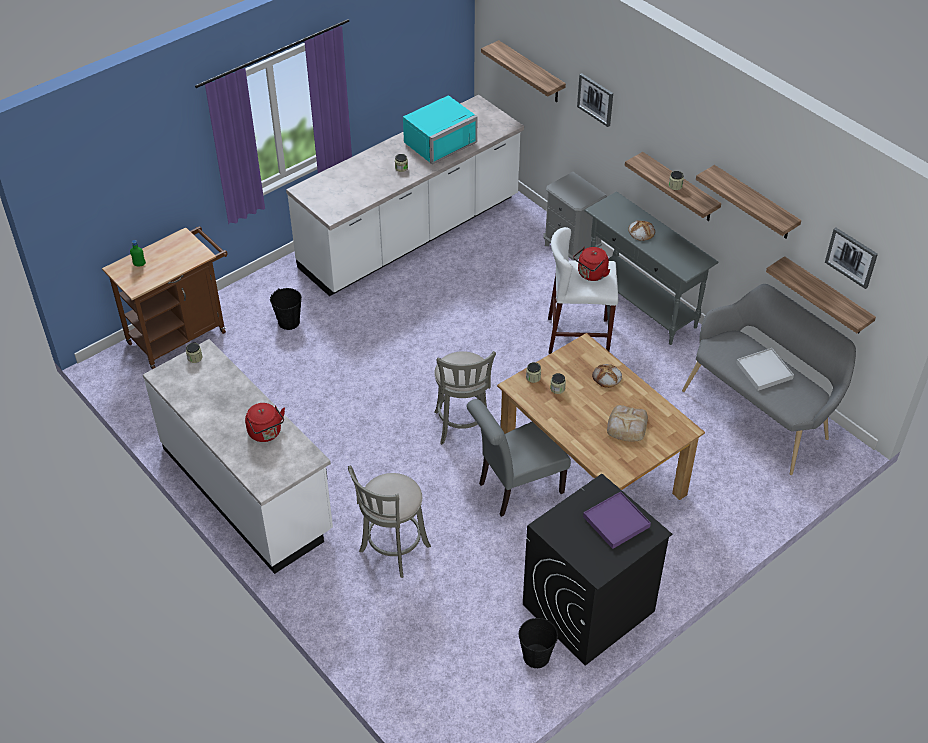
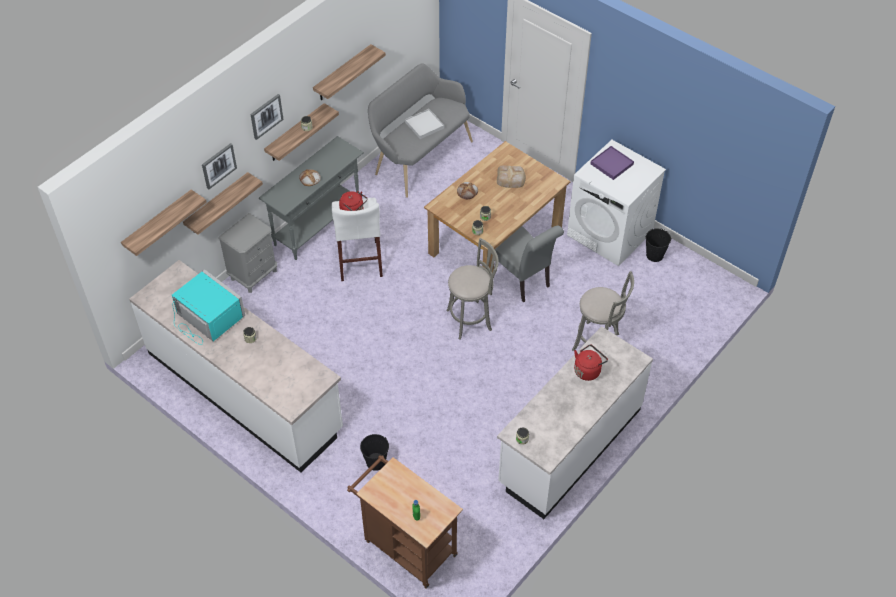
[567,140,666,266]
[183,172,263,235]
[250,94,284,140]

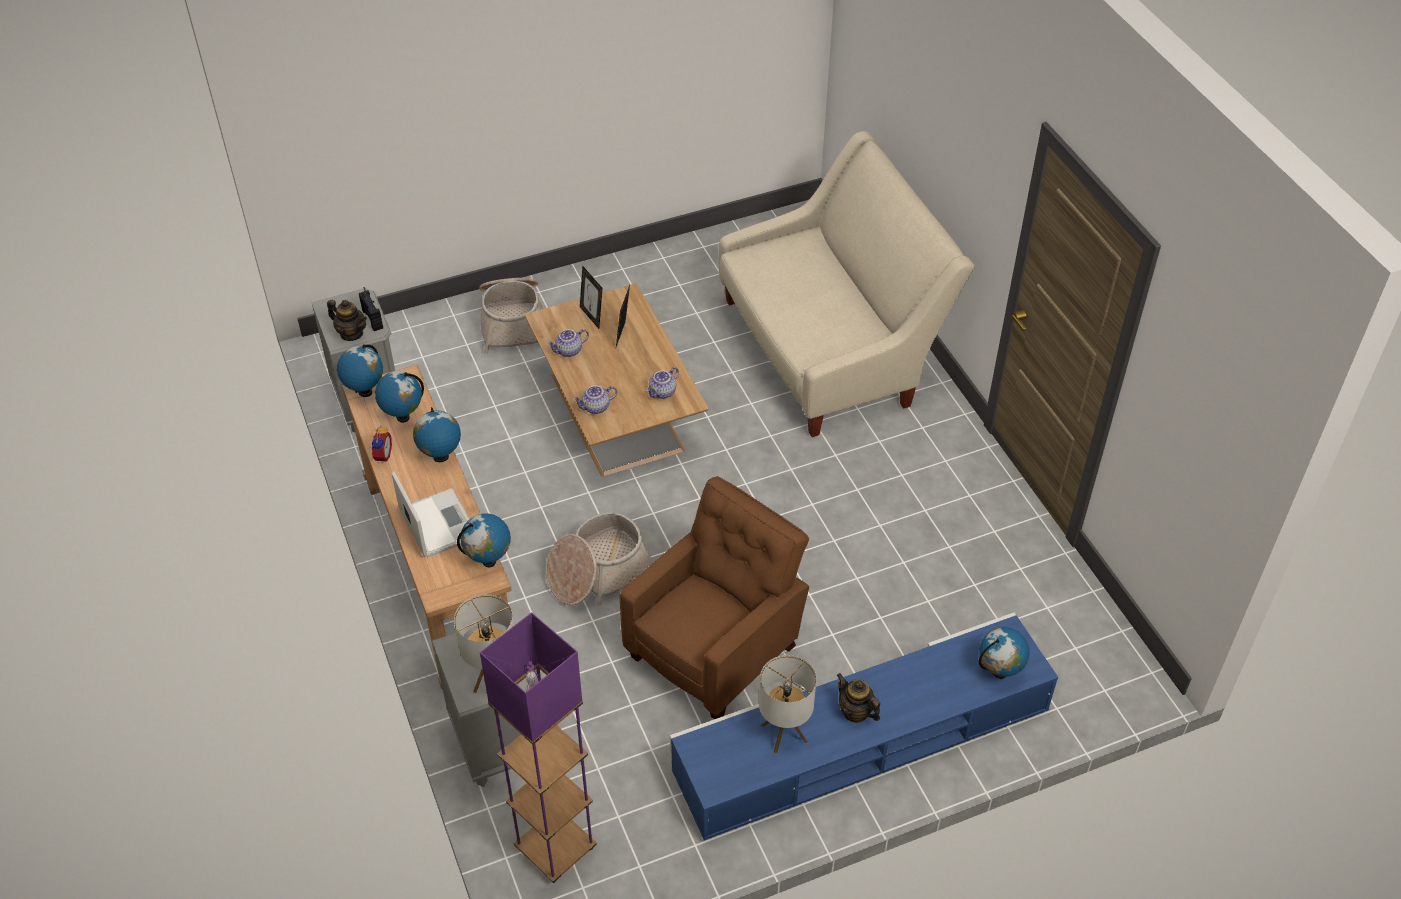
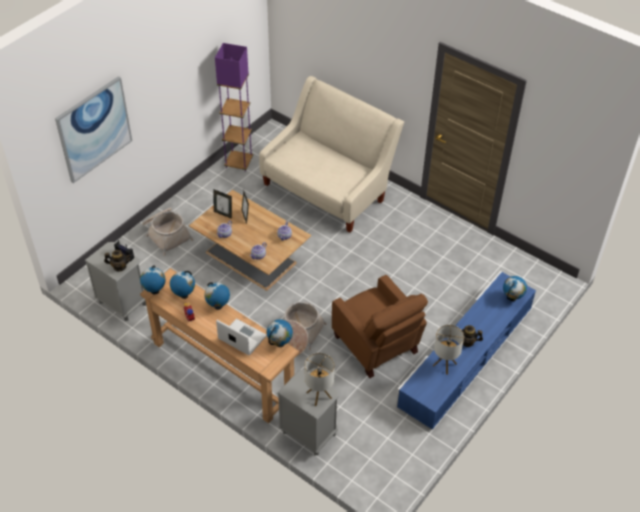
[215,43,253,172]
[332,275,428,378]
[55,76,132,183]

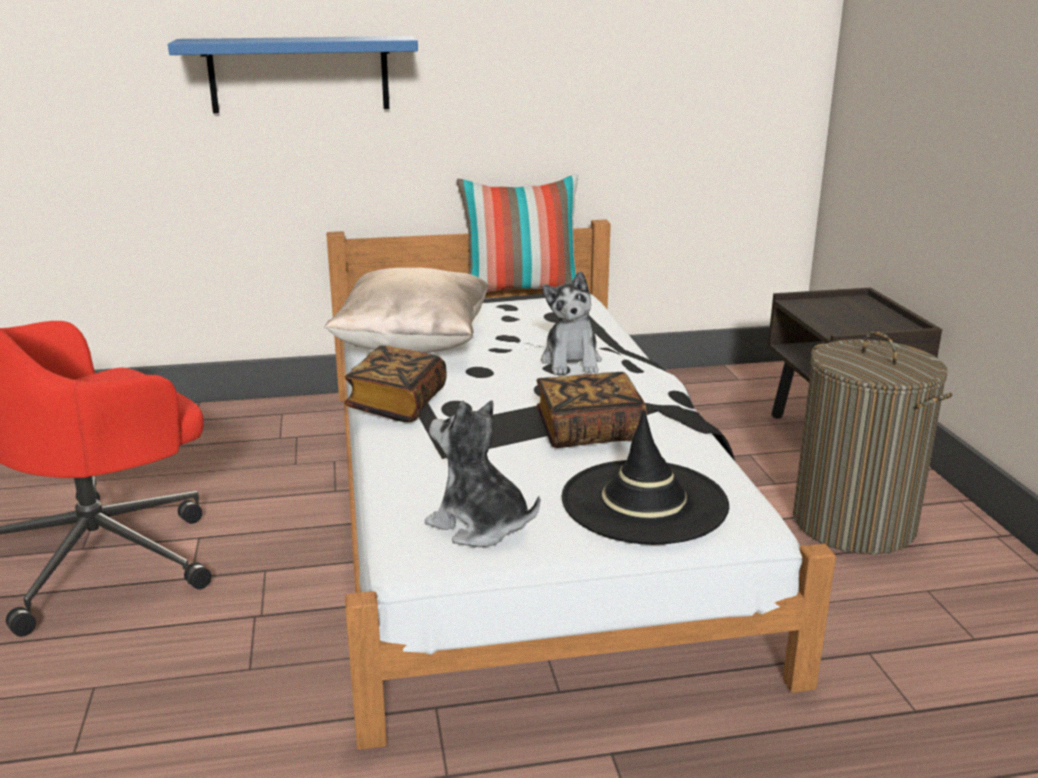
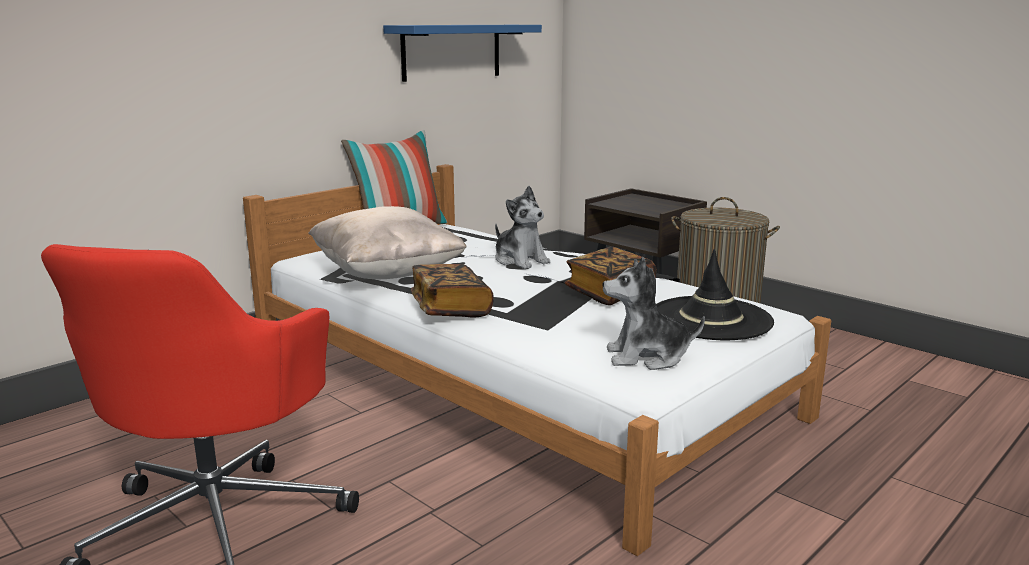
[383,25,542,82]

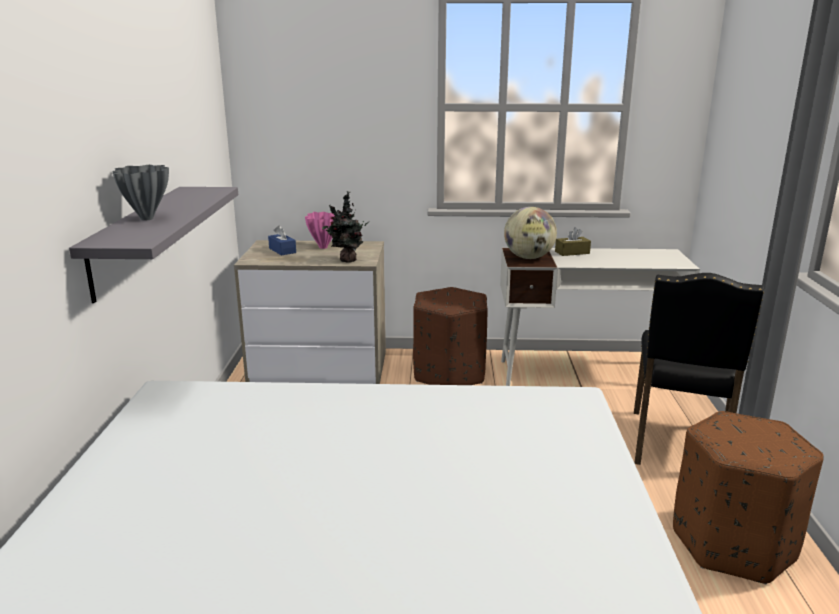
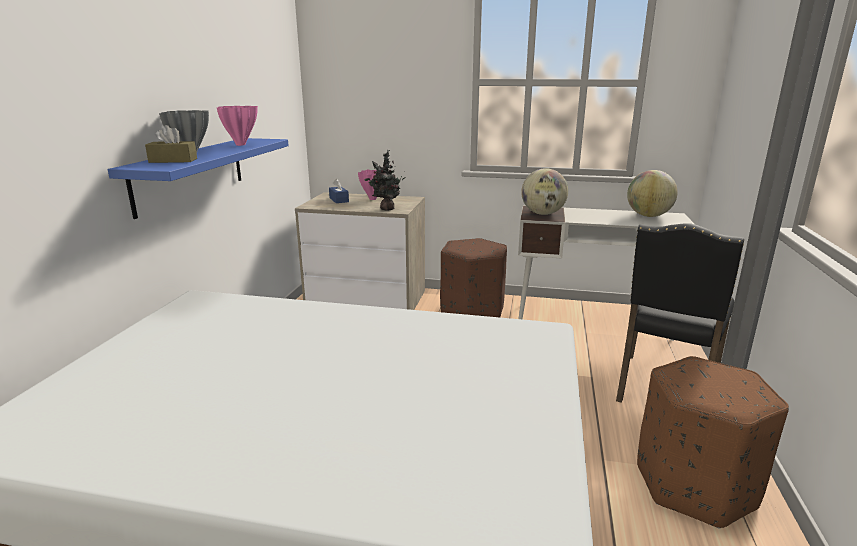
[108,138,289,219]
[145,125,197,163]
[217,106,258,146]
[627,170,678,217]

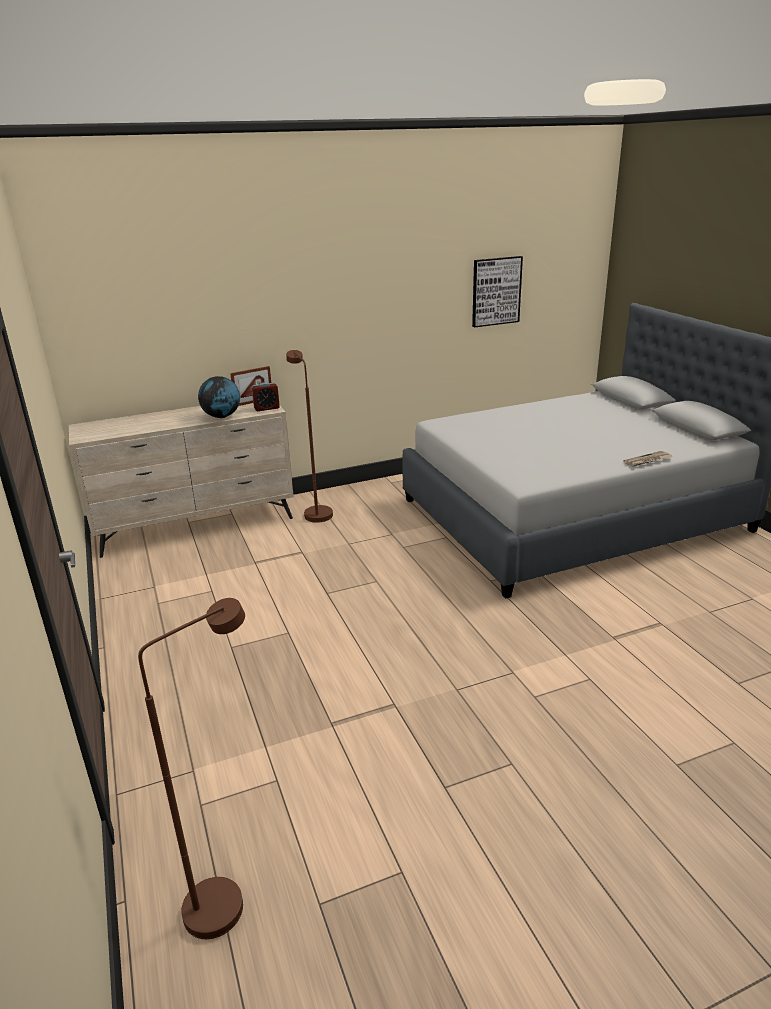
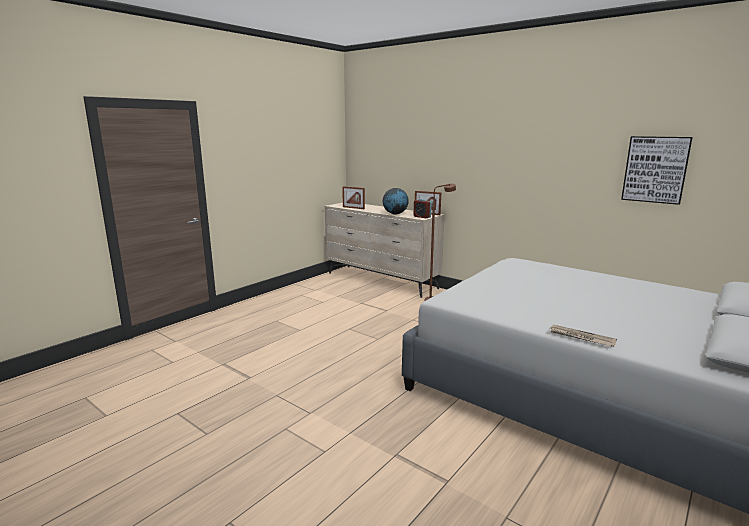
[138,598,245,939] (first image)
[342,186,365,209]

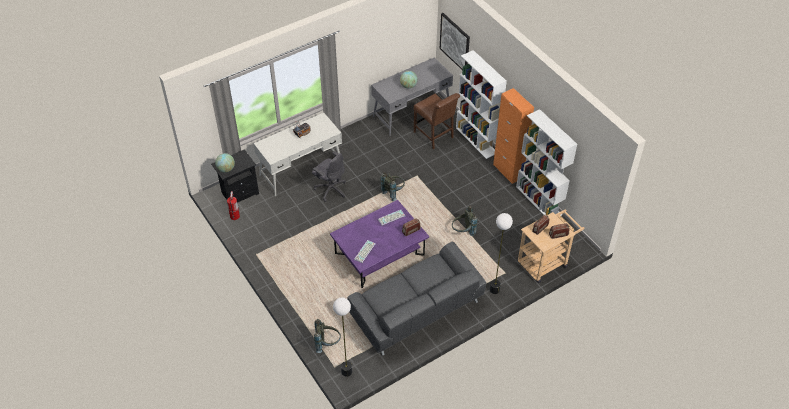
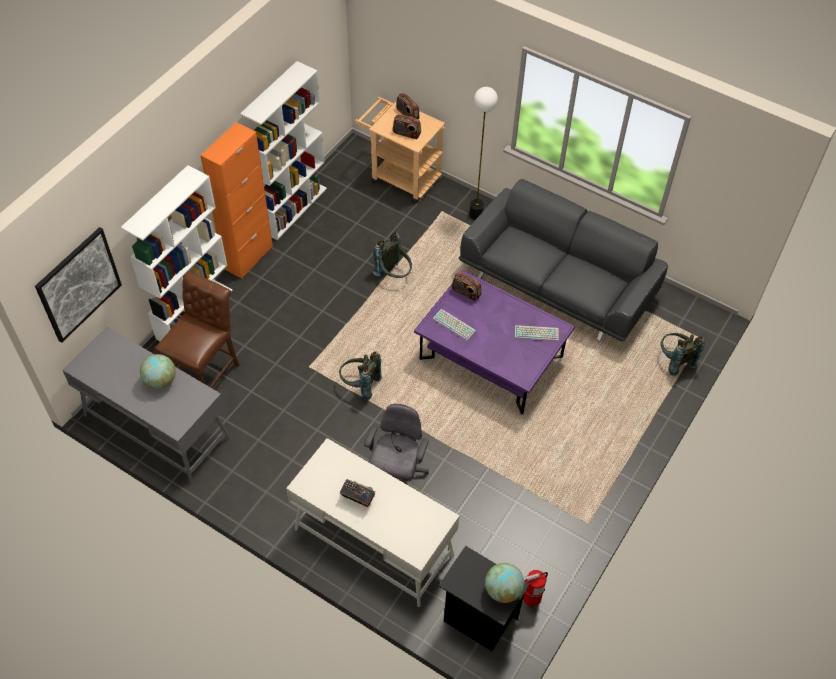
[333,297,352,377] (first image)

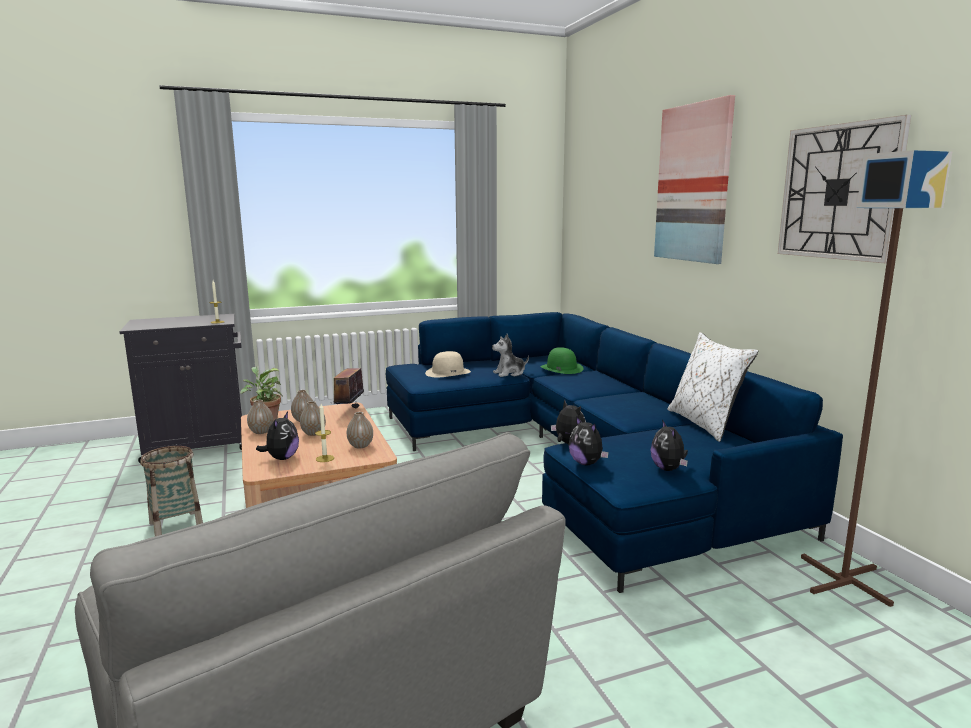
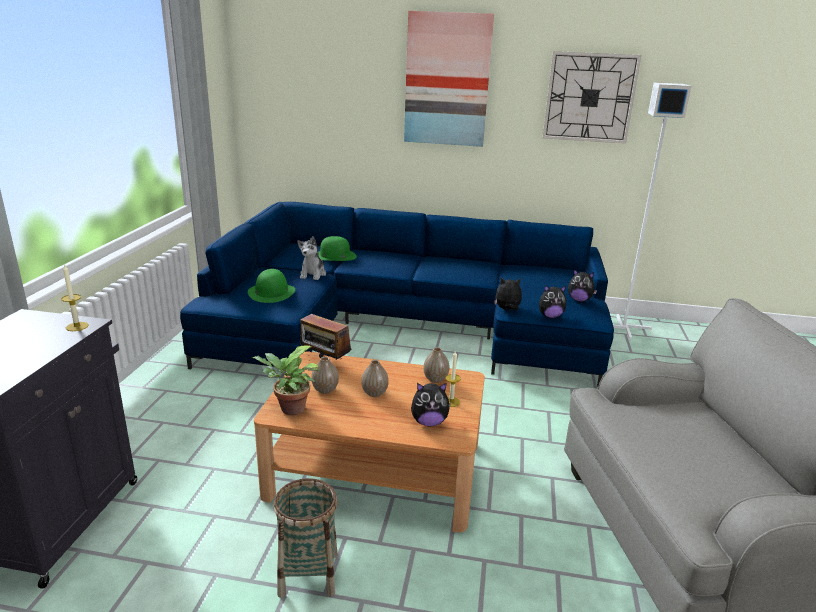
[247,400,273,434] (first image)
[411,383,451,426]
[248,269,295,303]
[668,332,758,442] (first image)
[613,82,691,340]

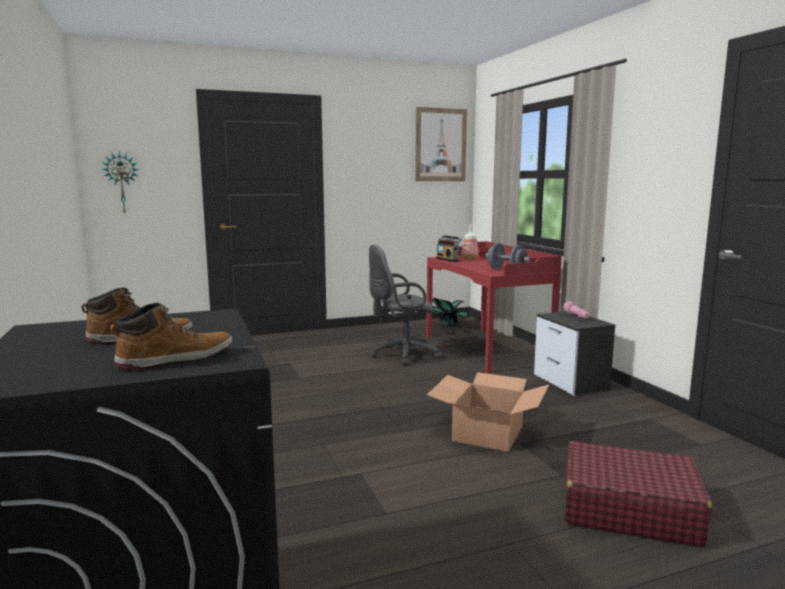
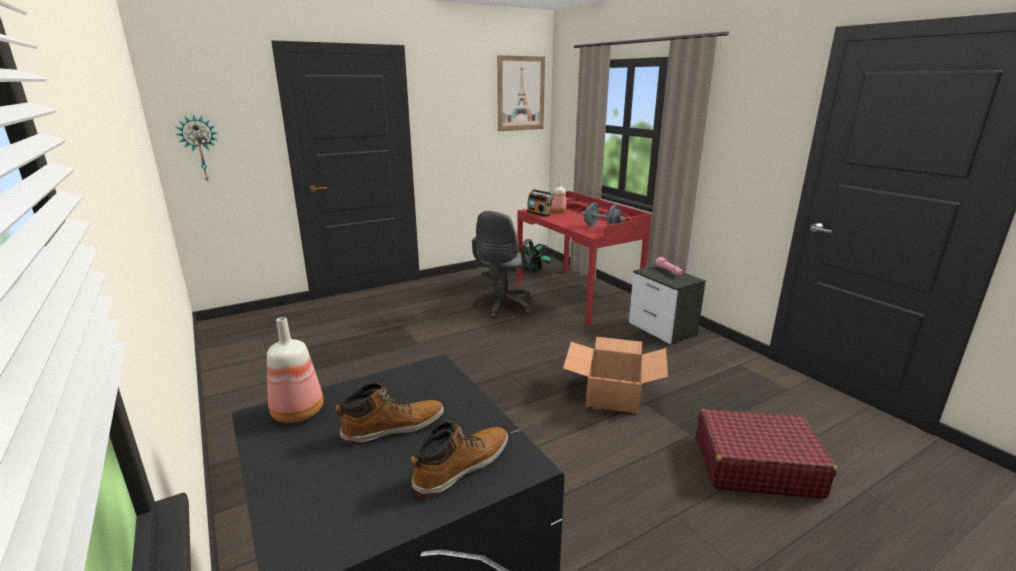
[472,211,534,319]
[267,317,323,423]

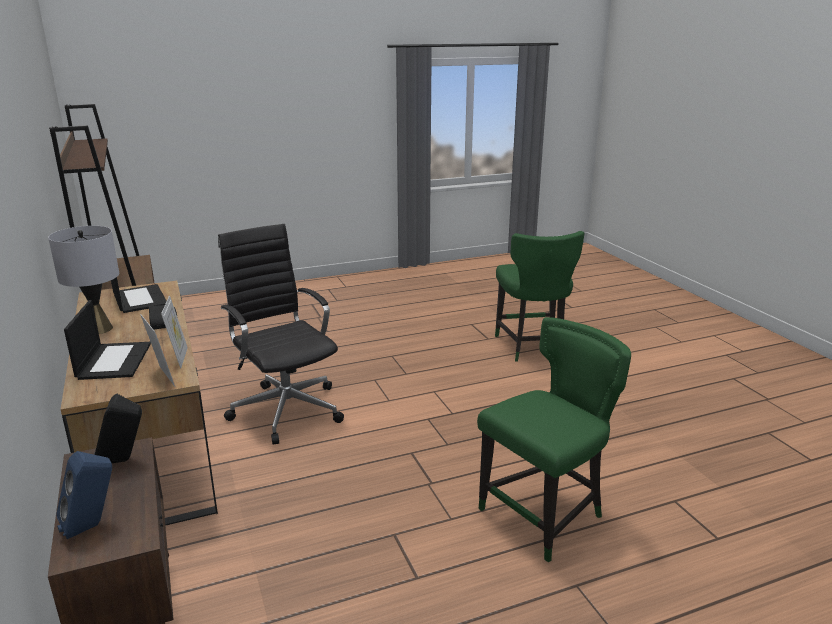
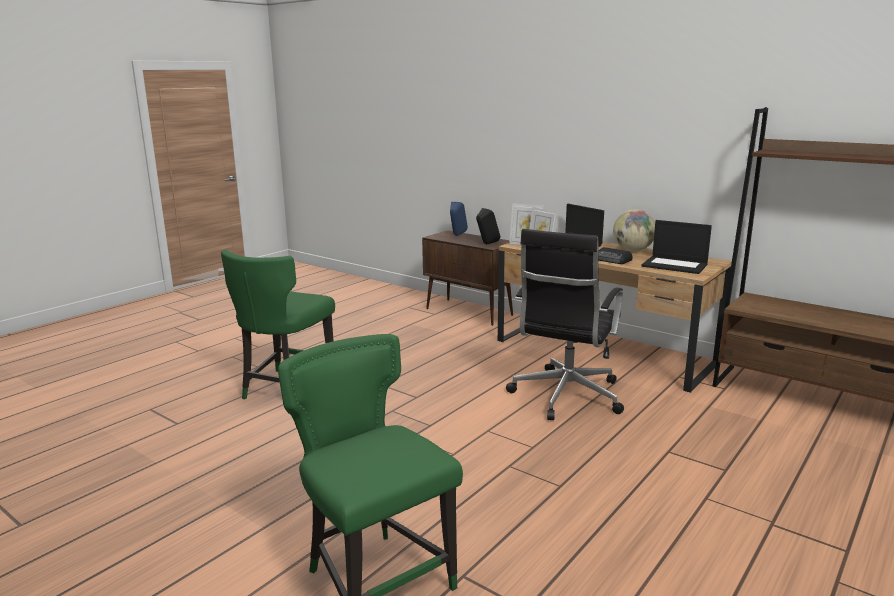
[613,209,655,251]
[506,229,624,420]

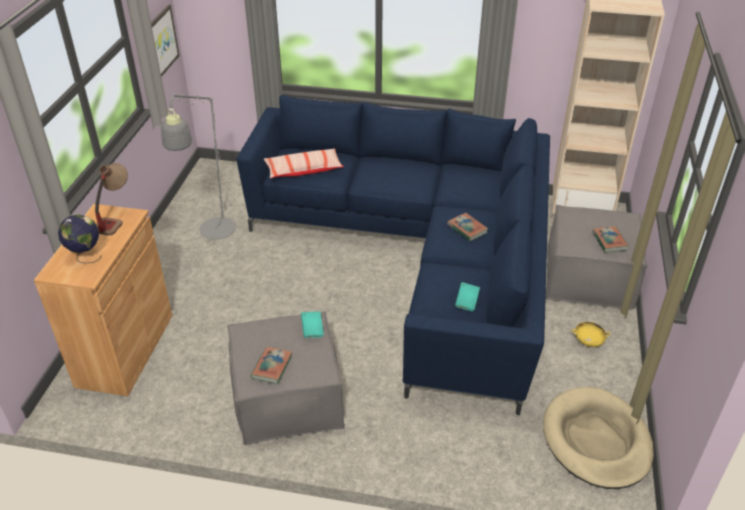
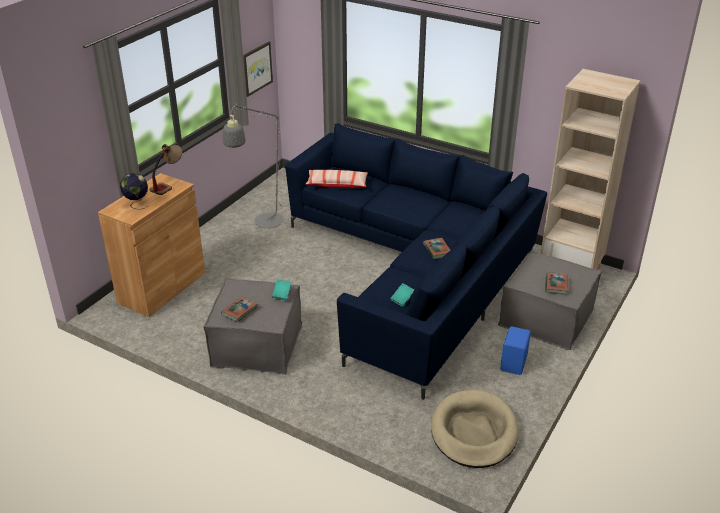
[500,326,531,375]

